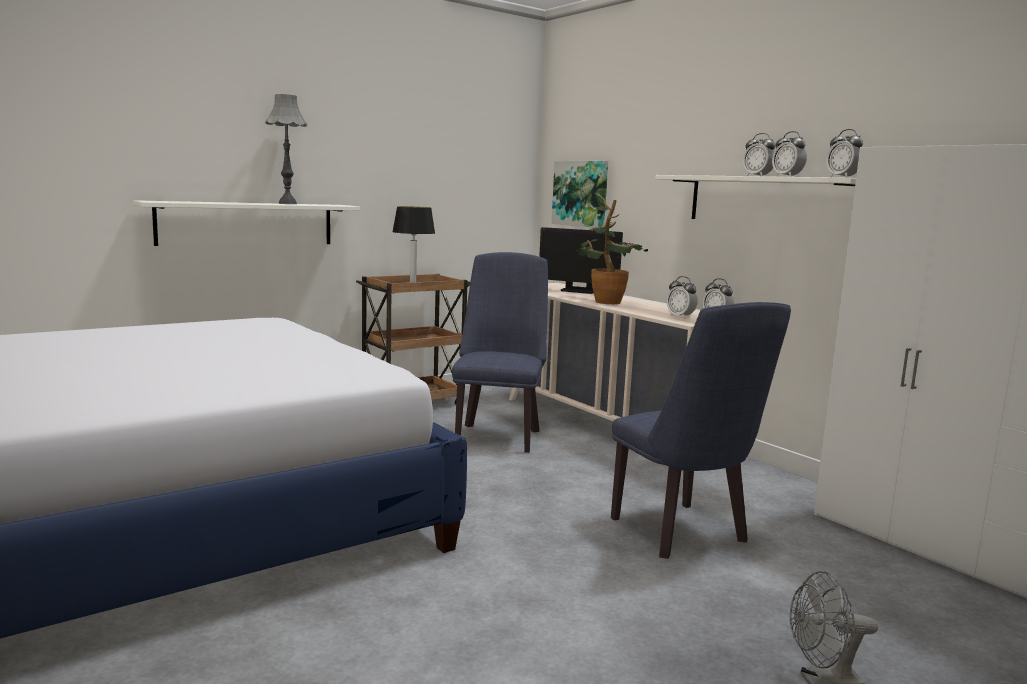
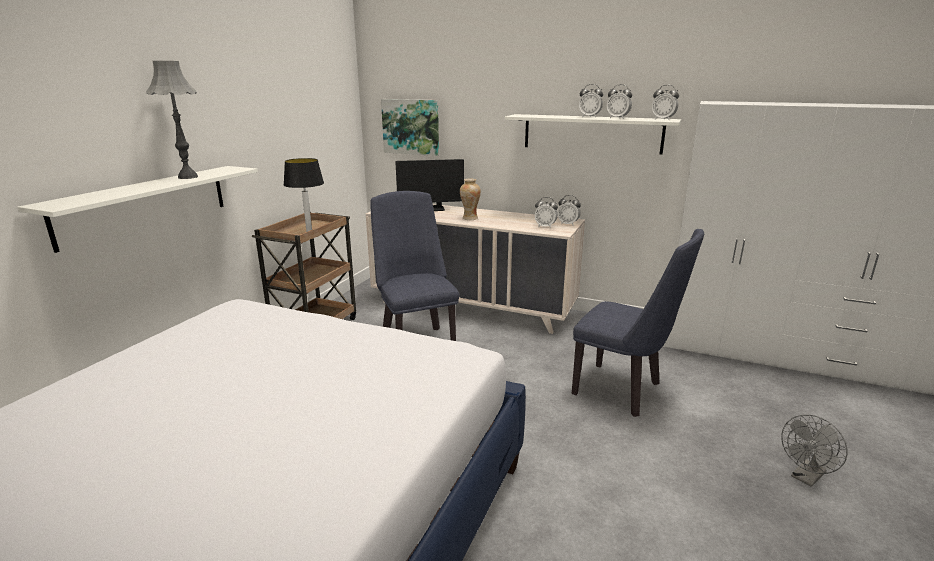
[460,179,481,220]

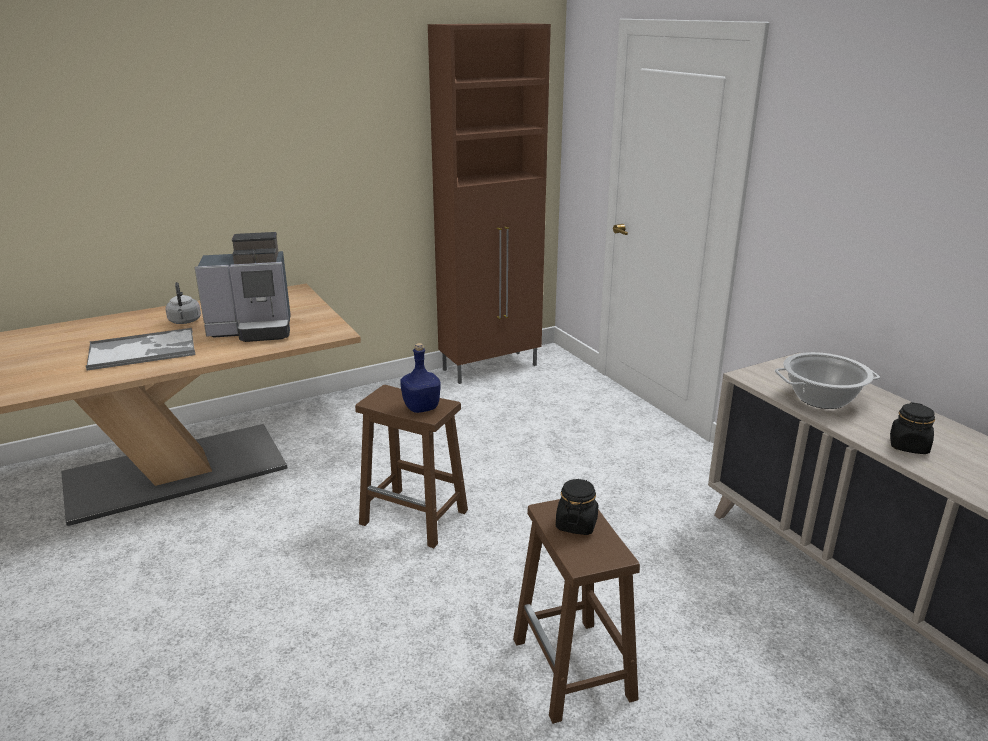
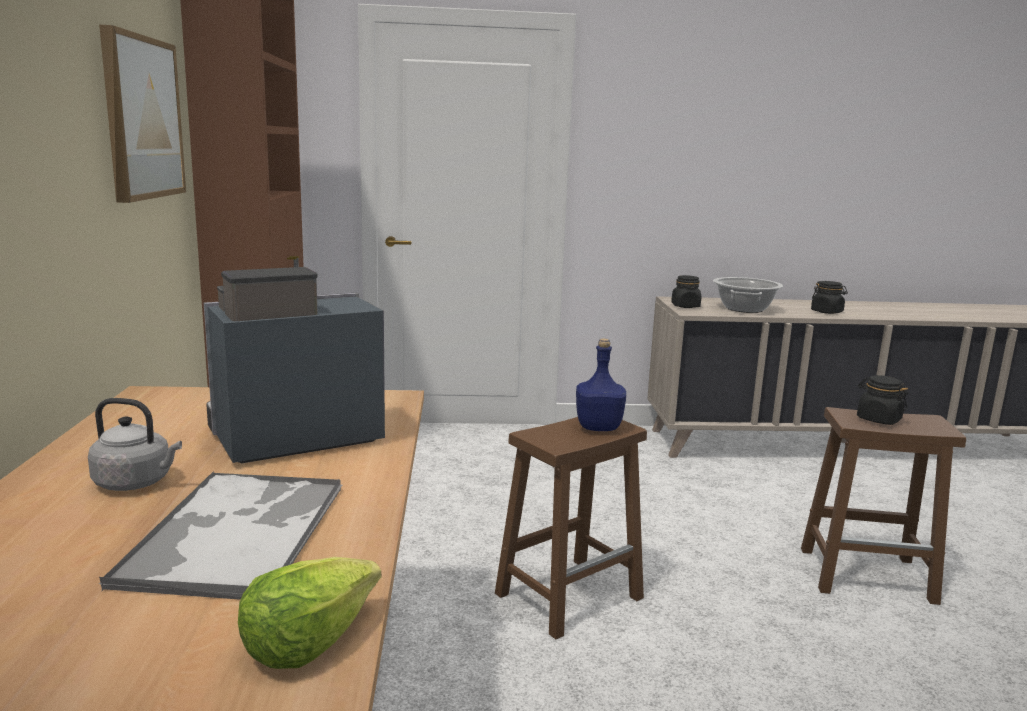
[204,267,385,463]
[99,25,186,203]
[238,557,381,669]
[671,275,701,308]

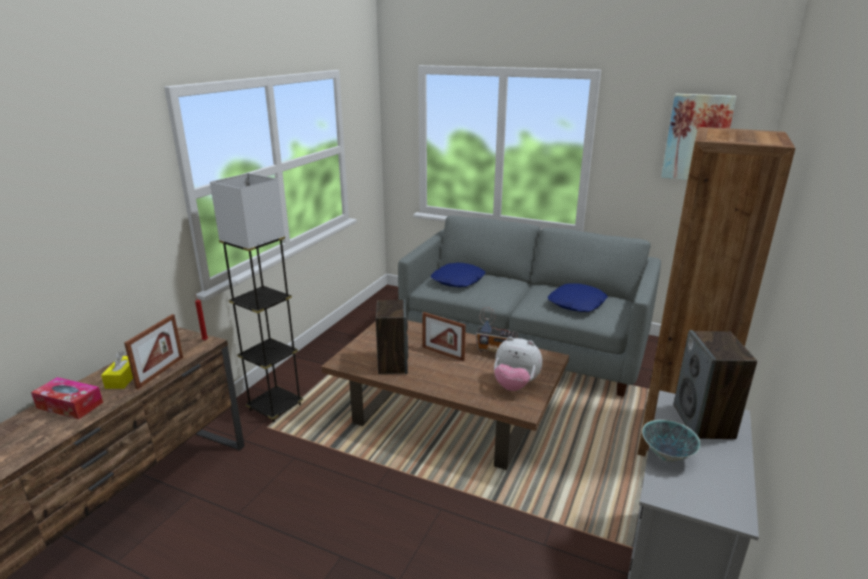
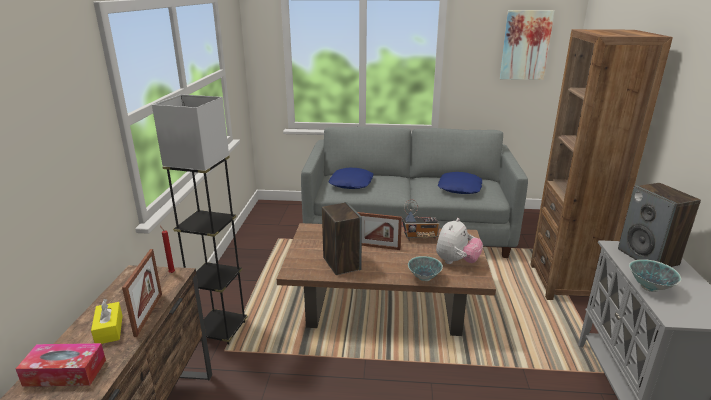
[436,218,483,264]
[408,256,443,281]

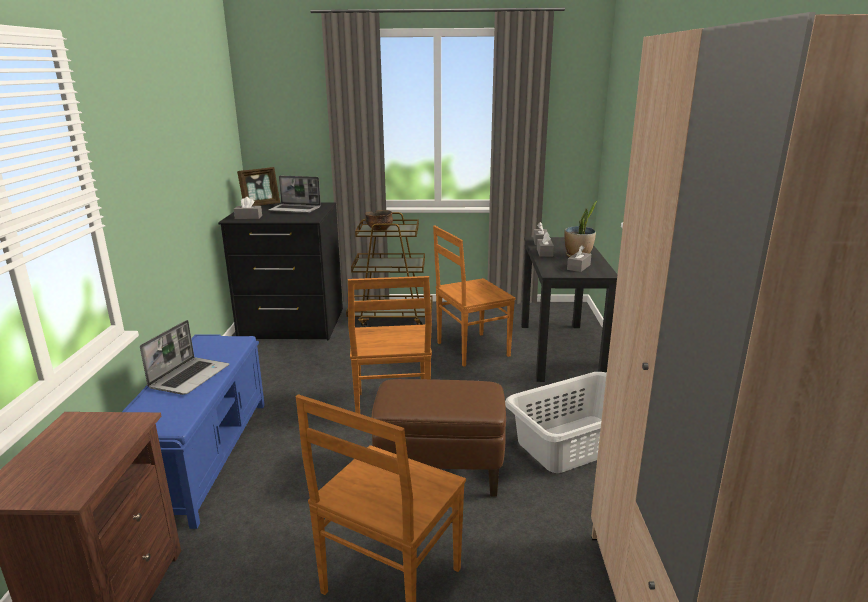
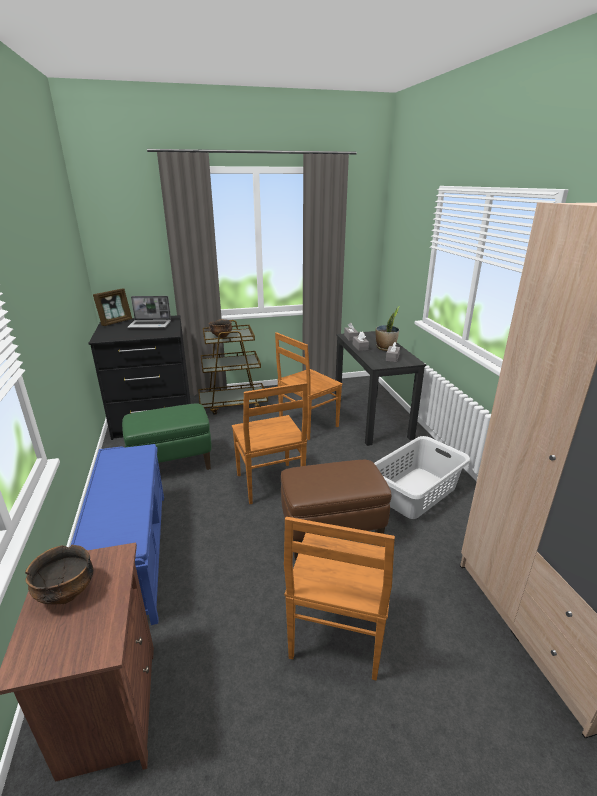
[140,320,229,395] (first image)
[234,197,262,219] (first image)
[25,545,94,604]
[122,403,211,470]

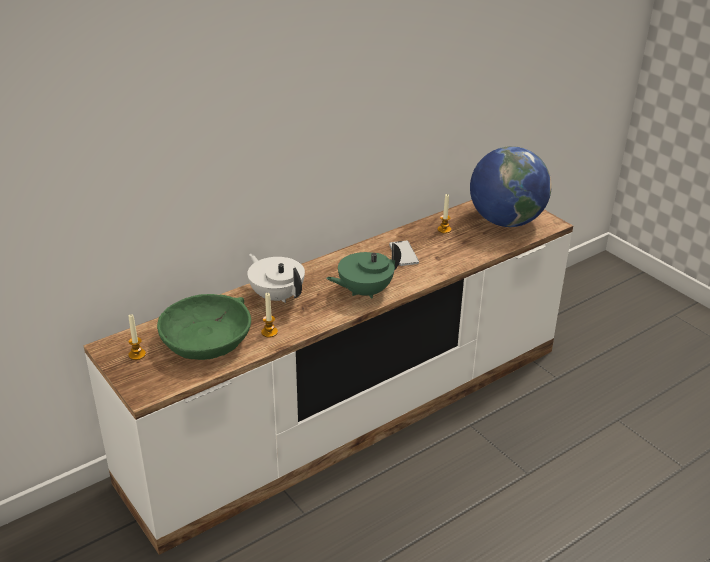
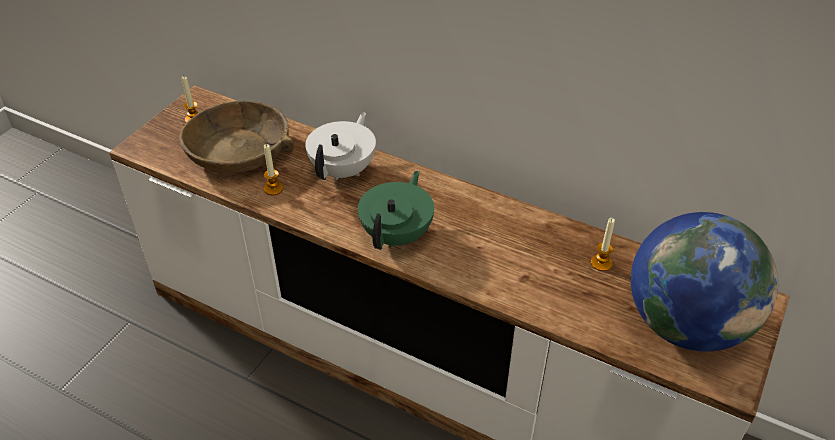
[179,101,294,174]
[358,171,434,250]
[389,241,419,266] (first image)

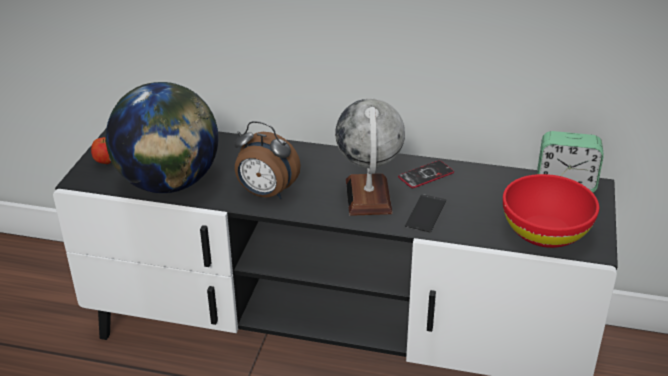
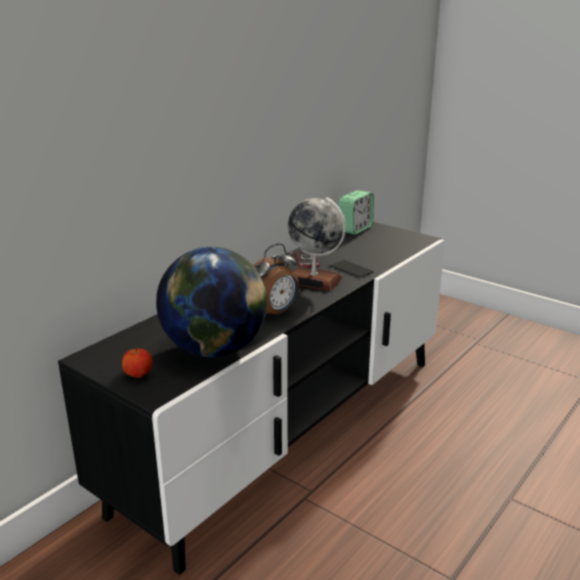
[503,174,599,248] (first image)

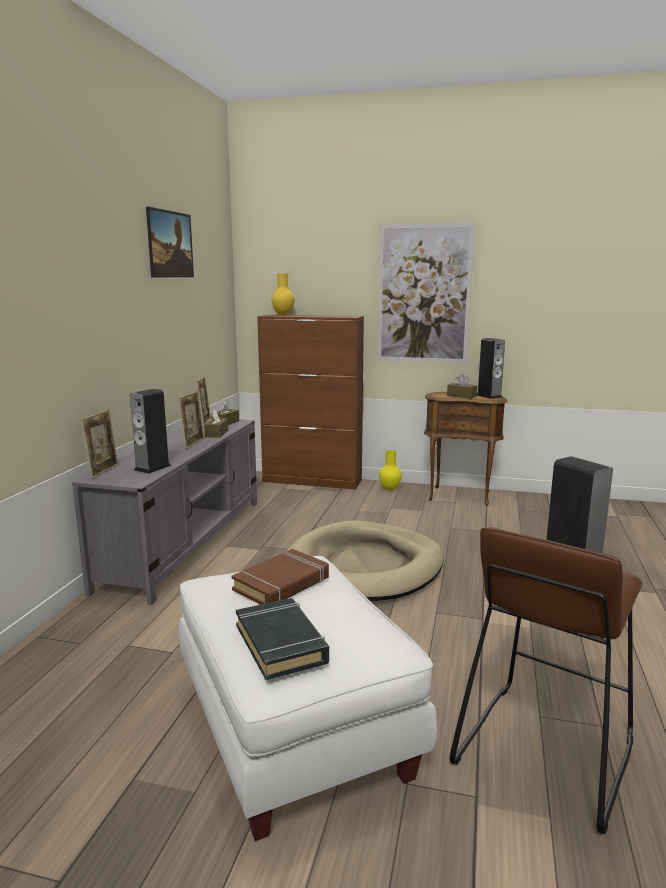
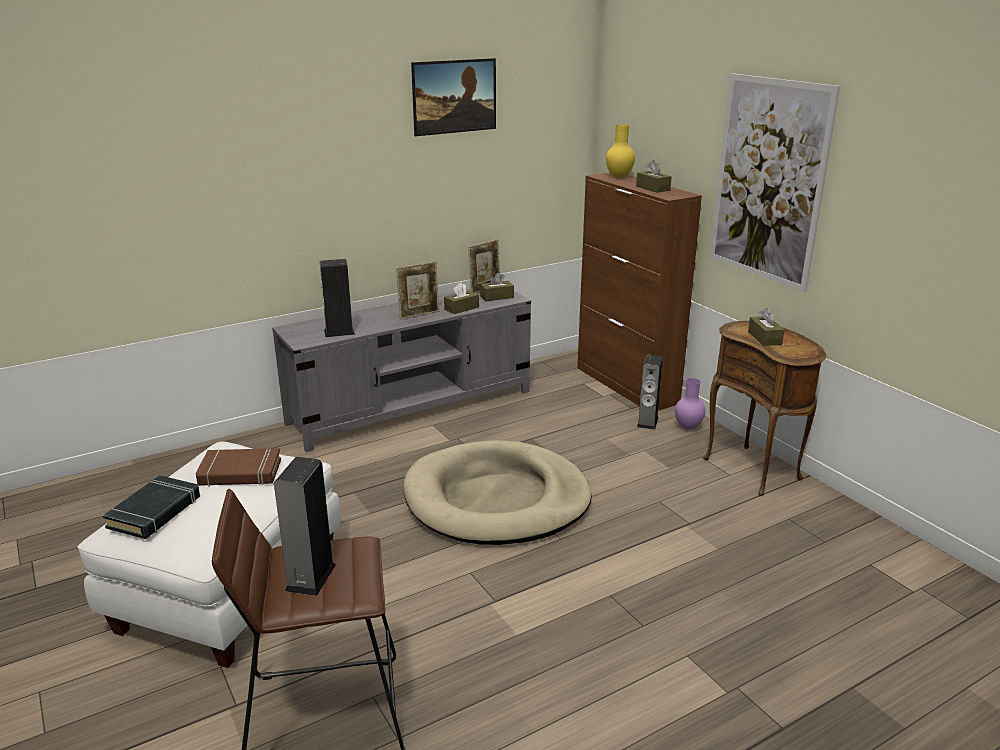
[80,410,118,479] (first image)
[675,378,705,430]
[637,355,663,430]
[636,160,672,193]

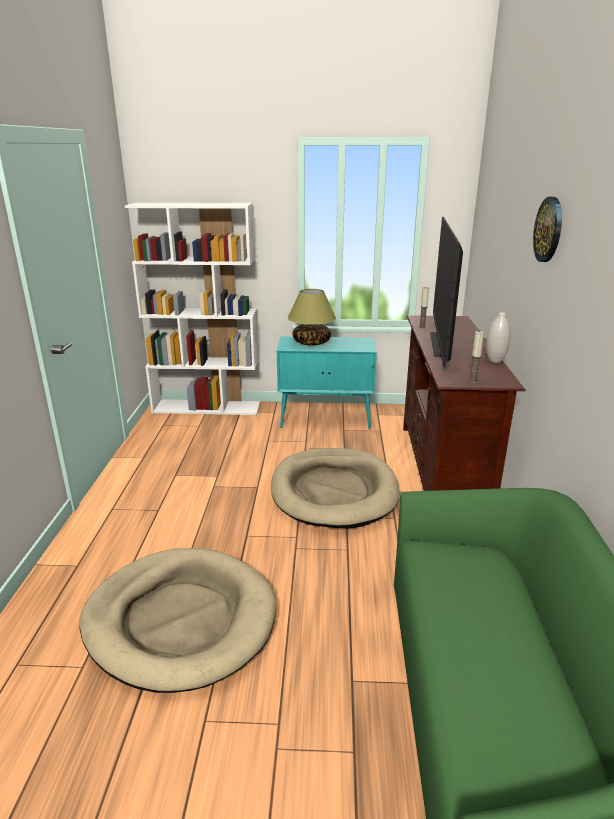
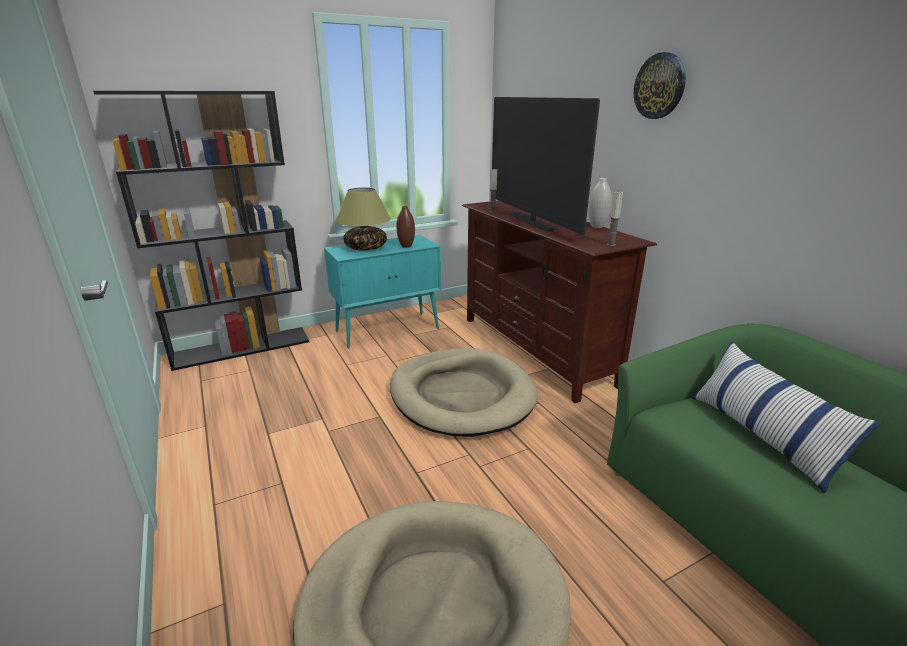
[93,91,309,371]
[397,206,415,248]
[692,341,881,493]

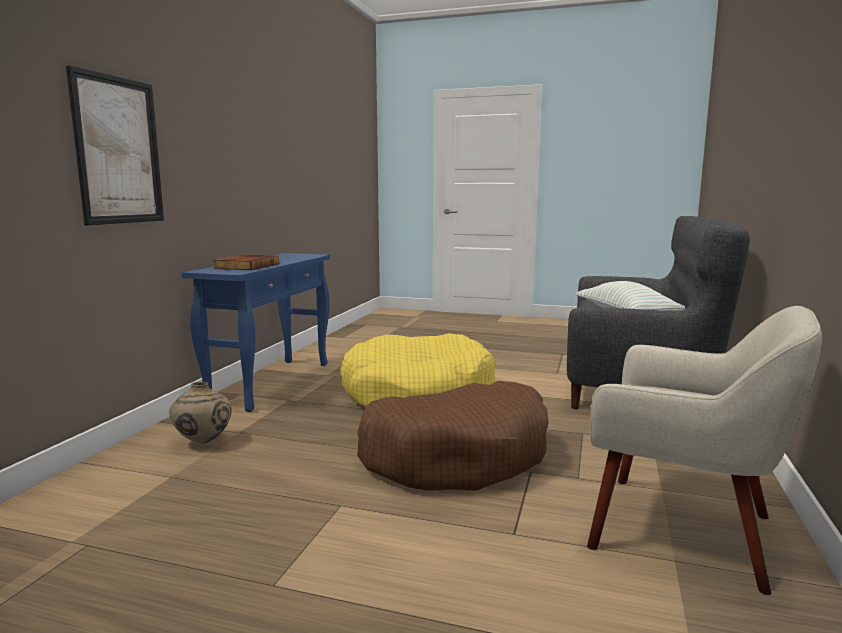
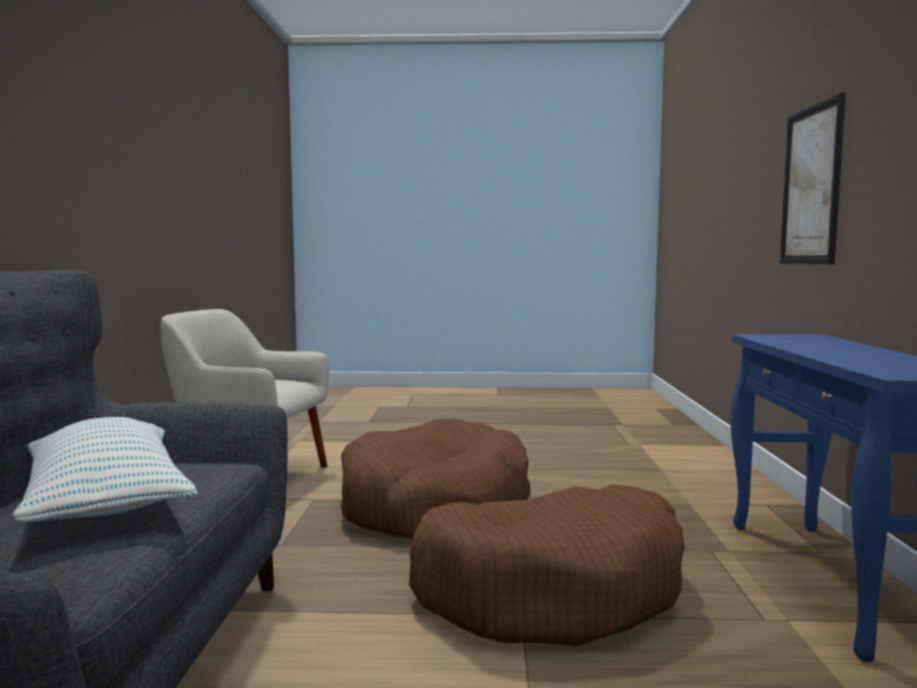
[169,382,232,444] (first image)
[213,254,279,270] (first image)
[409,484,685,646]

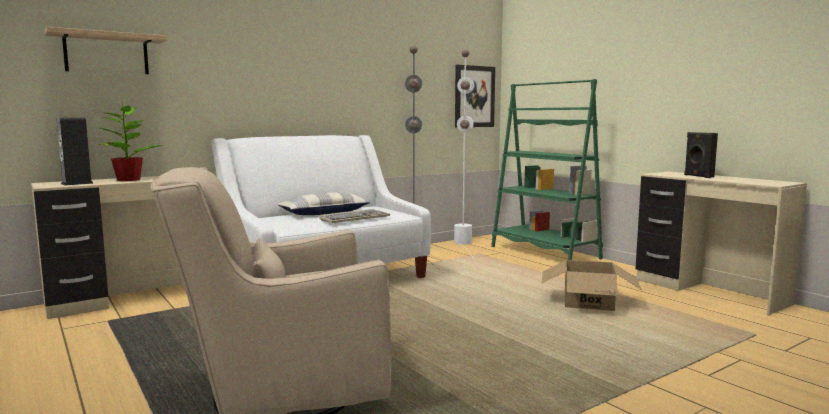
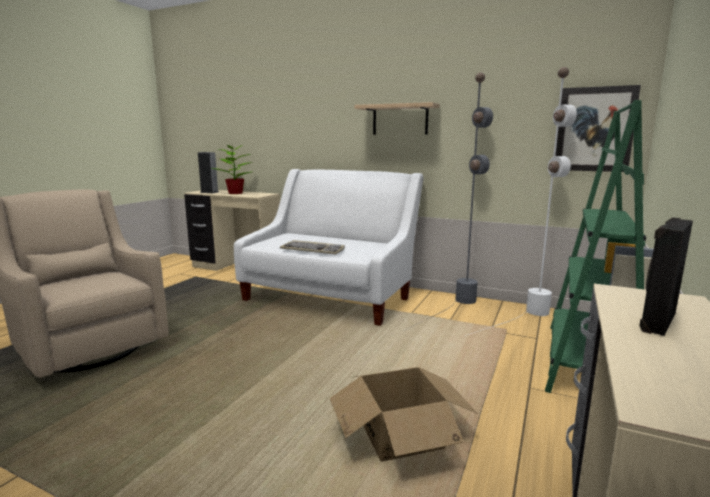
[354,102,440,135]
[277,192,371,215] (first image)

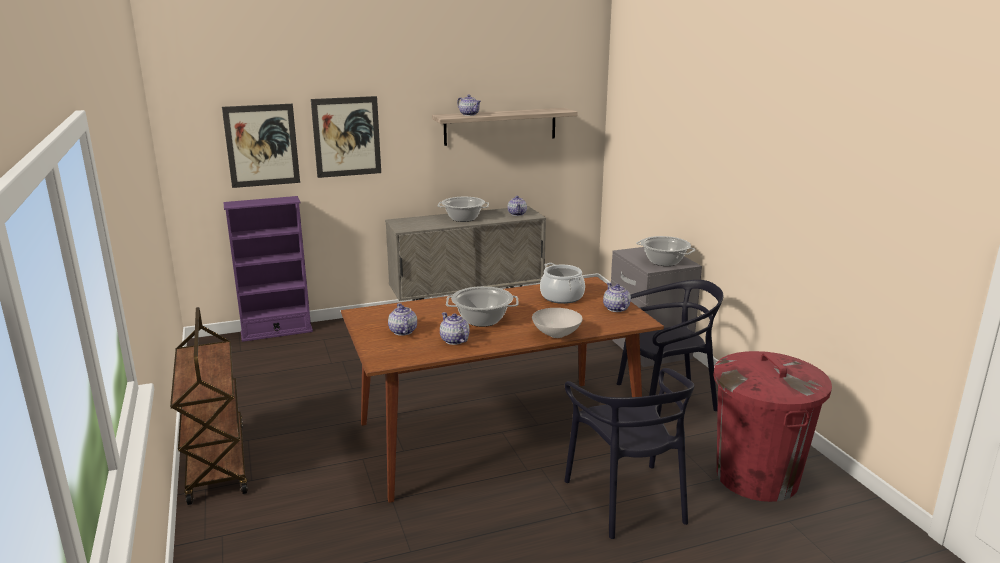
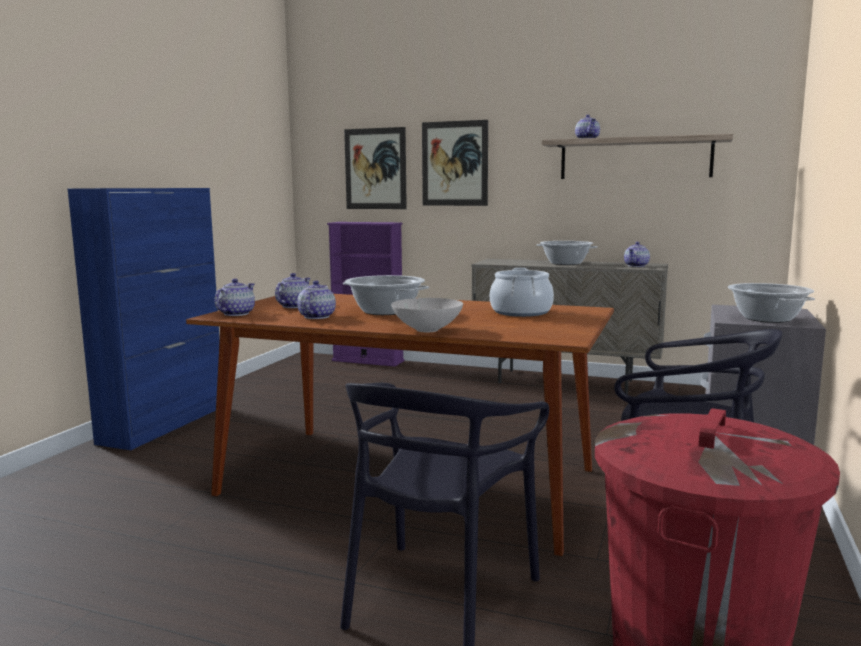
[68,188,220,450]
[214,278,255,316]

